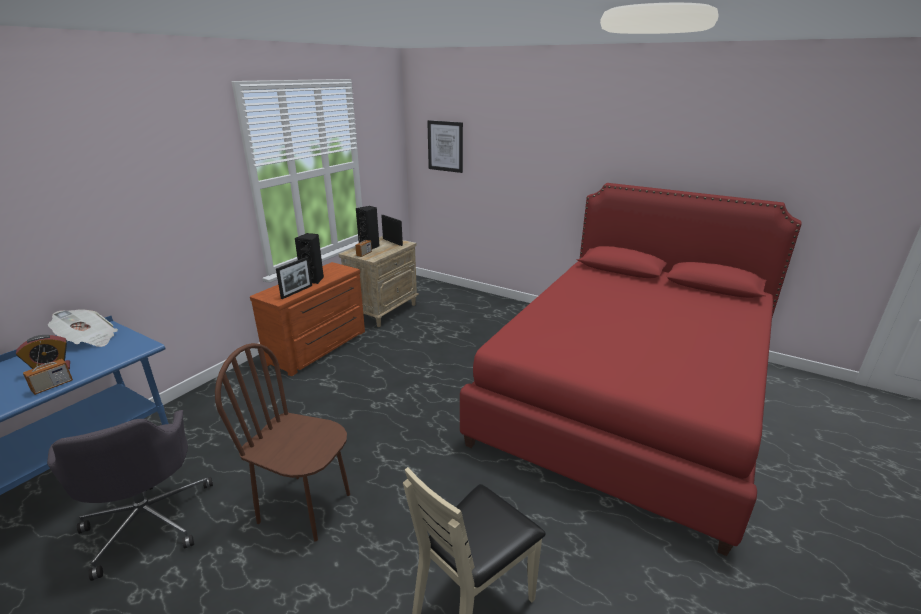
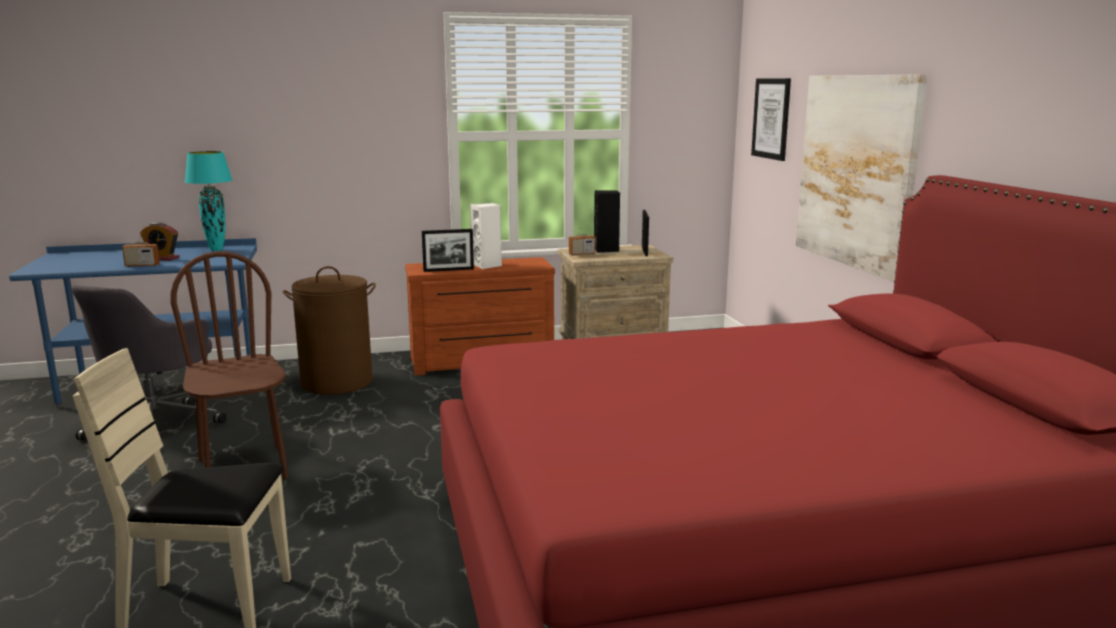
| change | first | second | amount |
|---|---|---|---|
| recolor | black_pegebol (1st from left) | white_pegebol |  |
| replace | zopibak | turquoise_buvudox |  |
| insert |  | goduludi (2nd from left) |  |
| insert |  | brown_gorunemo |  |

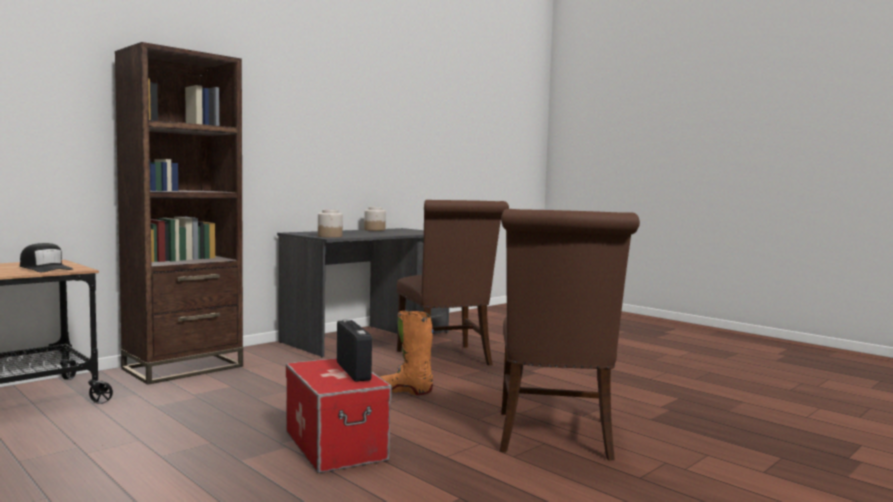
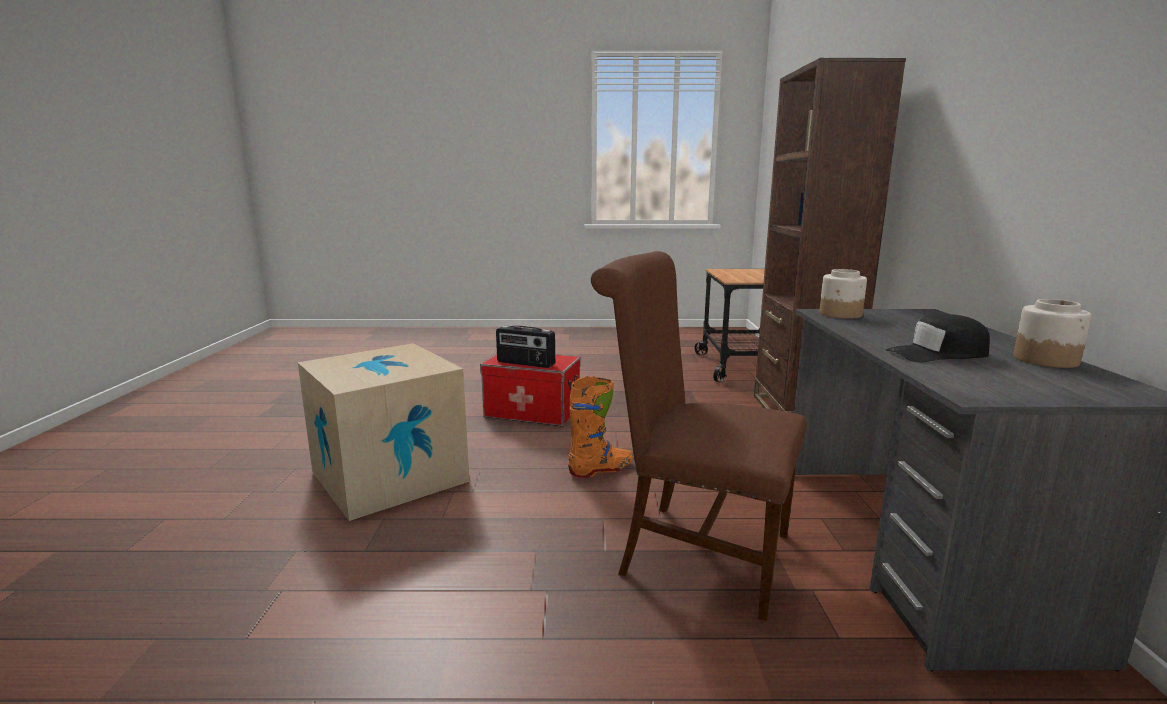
| change | first | second | amount |
|---|---|---|---|
| replace | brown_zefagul (2nd from left) | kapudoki |  |
| move | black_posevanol |  |  |

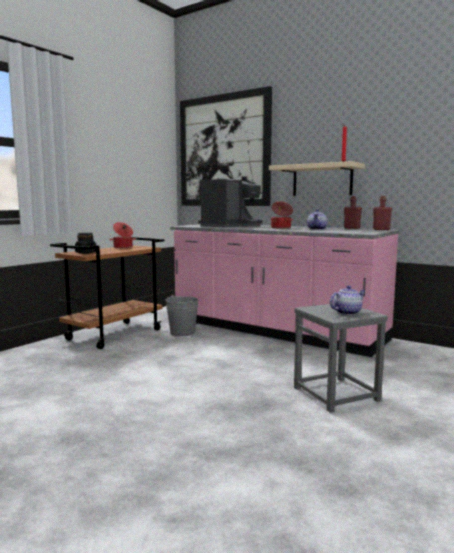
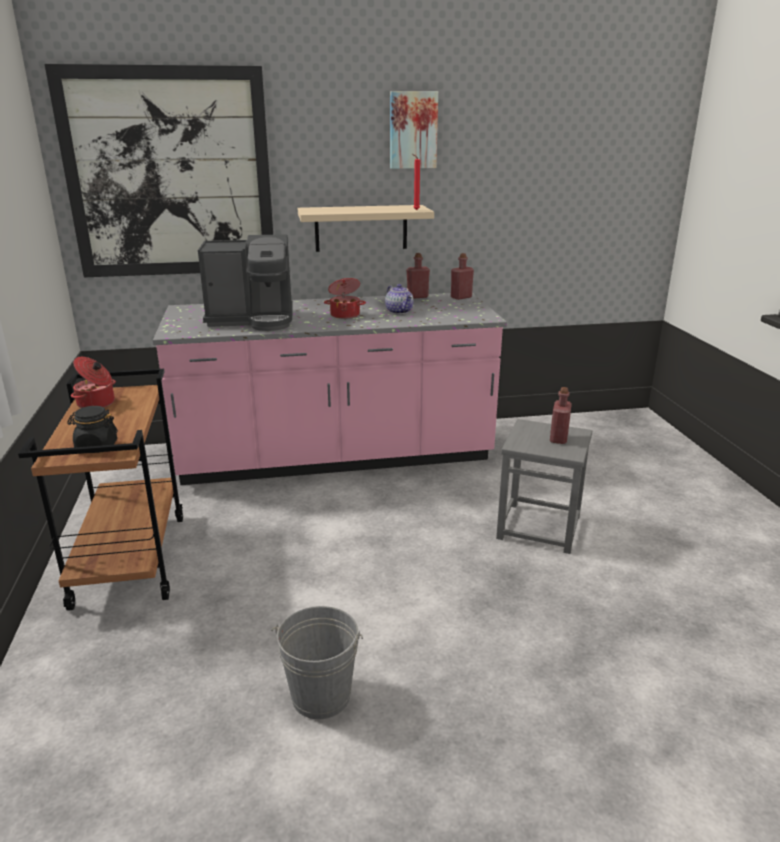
| change | first | second | amount |
|---|---|---|---|
| rotate | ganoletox |  | 90 degrees clockwise |
| replace | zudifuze (2nd from left) | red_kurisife (3rd from left) |  |
| move | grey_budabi |  |  |
| insert |  | goduludi (2nd from left) |  |

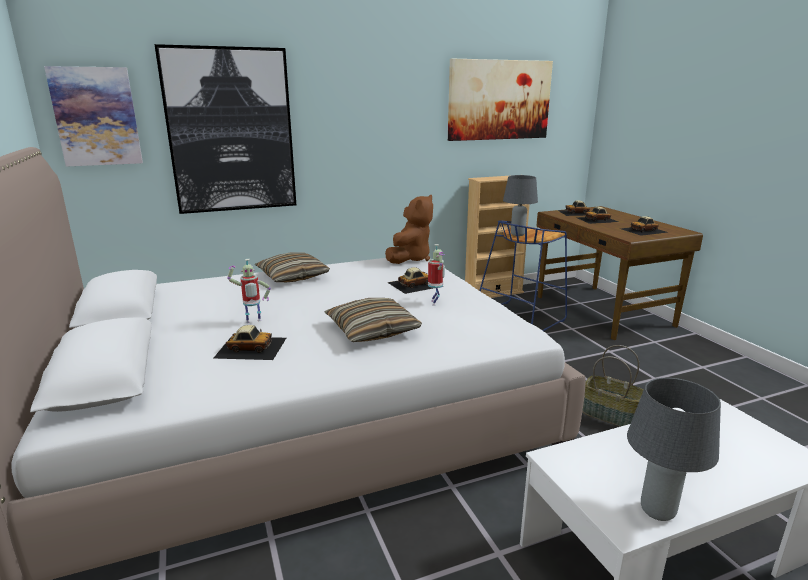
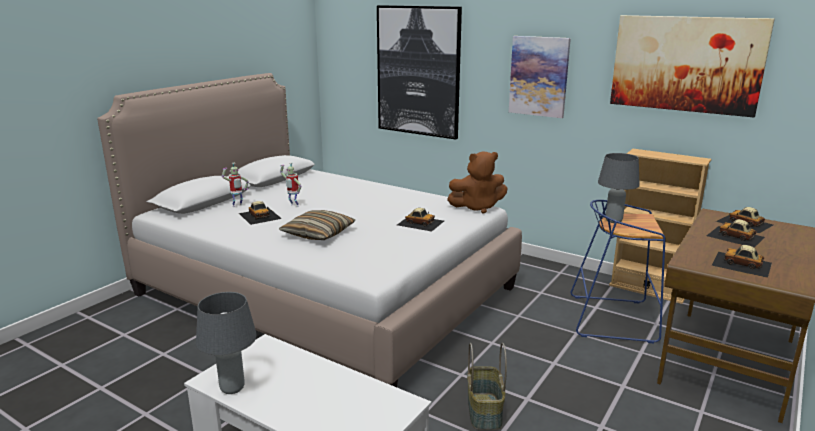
| change | first | second | amount |
|---|---|---|---|
| move | goduludi (1st from left in the first image) | goduludi (2nd from left) |  |
| move | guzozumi (2nd from left in the first image) | guzozumi (1st from left) |  |
| delete | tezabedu (1st from left) |  |  |

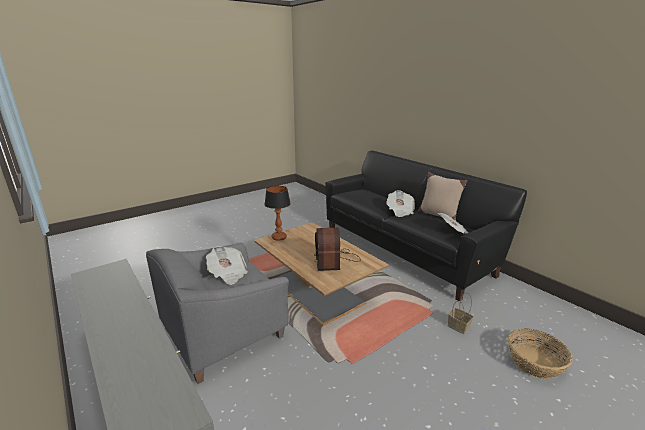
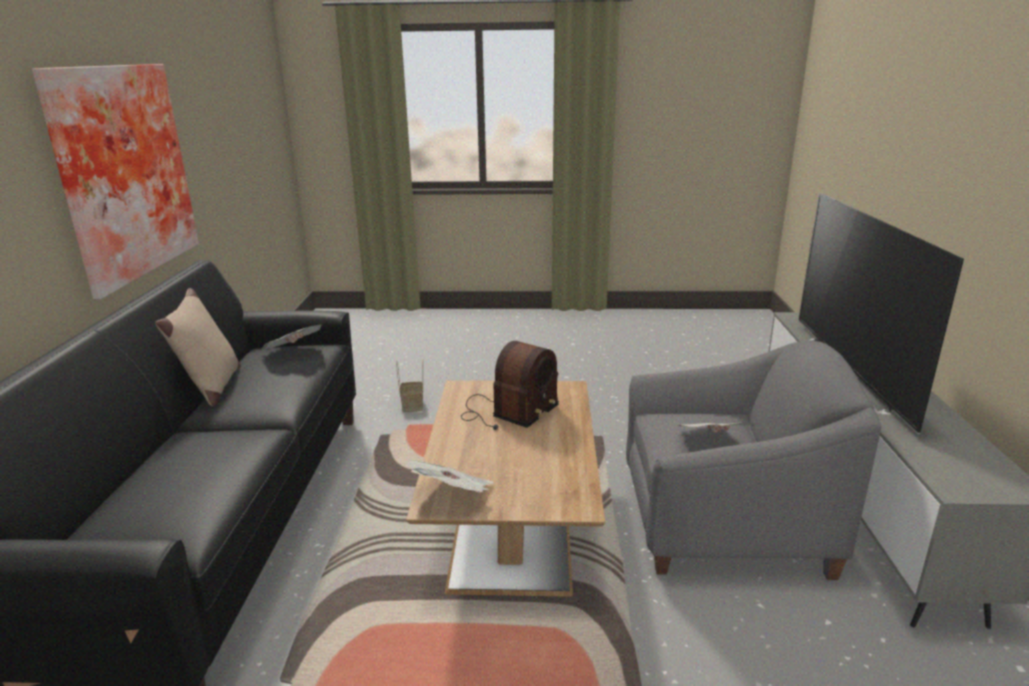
| change | first | second | amount |
|---|---|---|---|
| delete | buvudox |  |  |
| move | zopibak (2nd from left) |  |  |
| delete | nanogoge (2nd from left) |  |  |
| insert |  | goduludi |  |
| insert |  | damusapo |  |

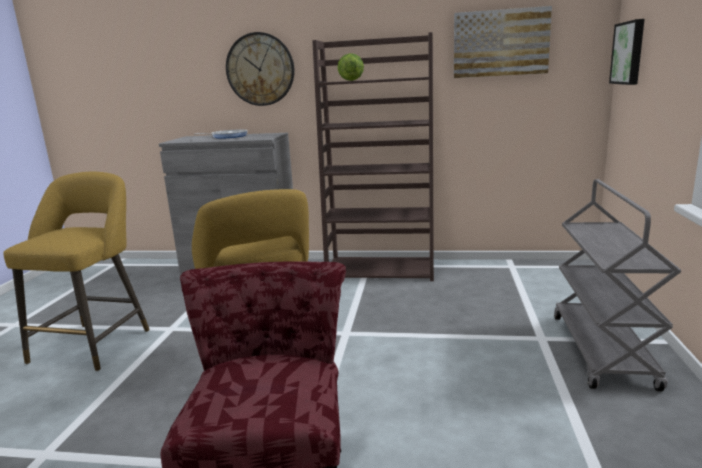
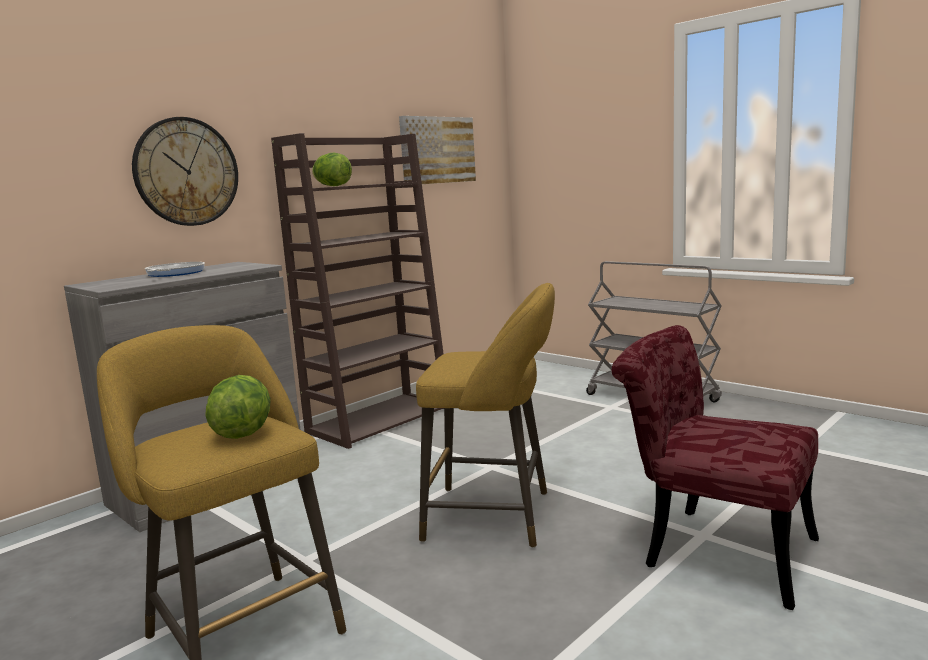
| change | first | second | amount |
|---|---|---|---|
| delete | goduludi (2nd from left) |  |  |
| insert |  | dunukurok (1st from left) |  |

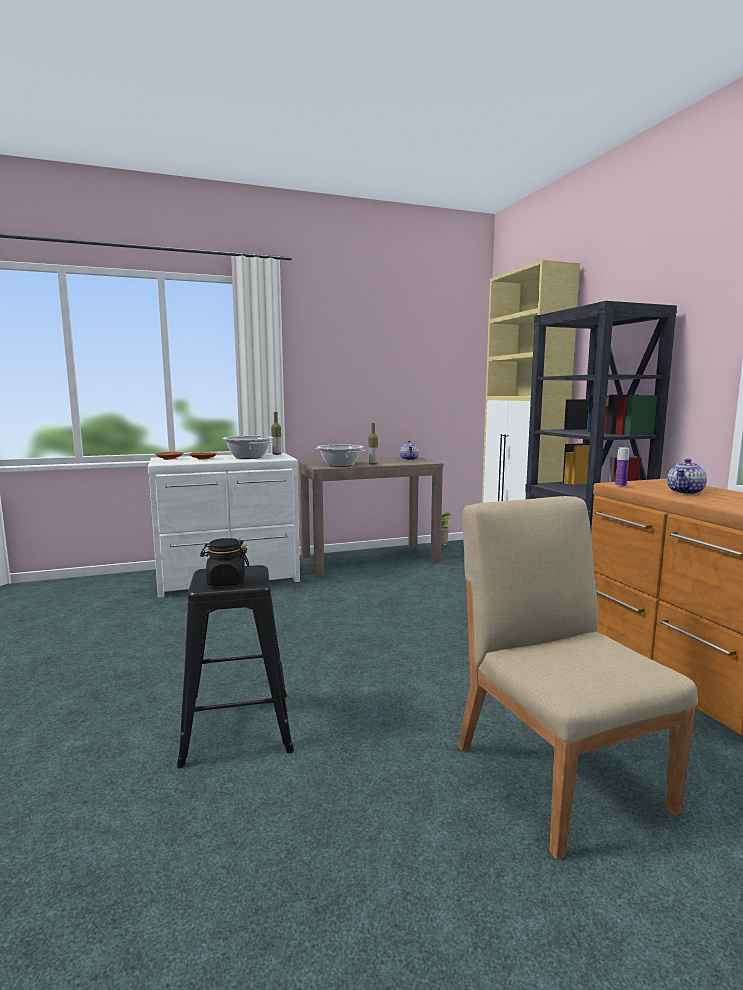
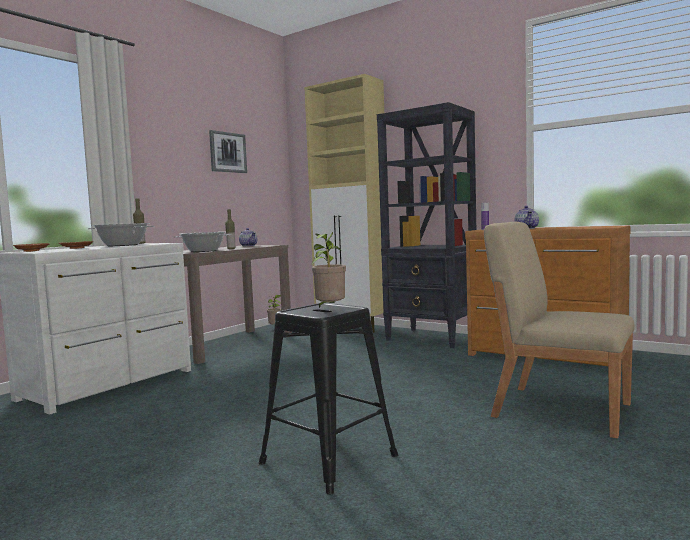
| change | first | second | amount |
|---|---|---|---|
| replace | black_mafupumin | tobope (2nd from left) |  |
| insert |  | goduludi |  |

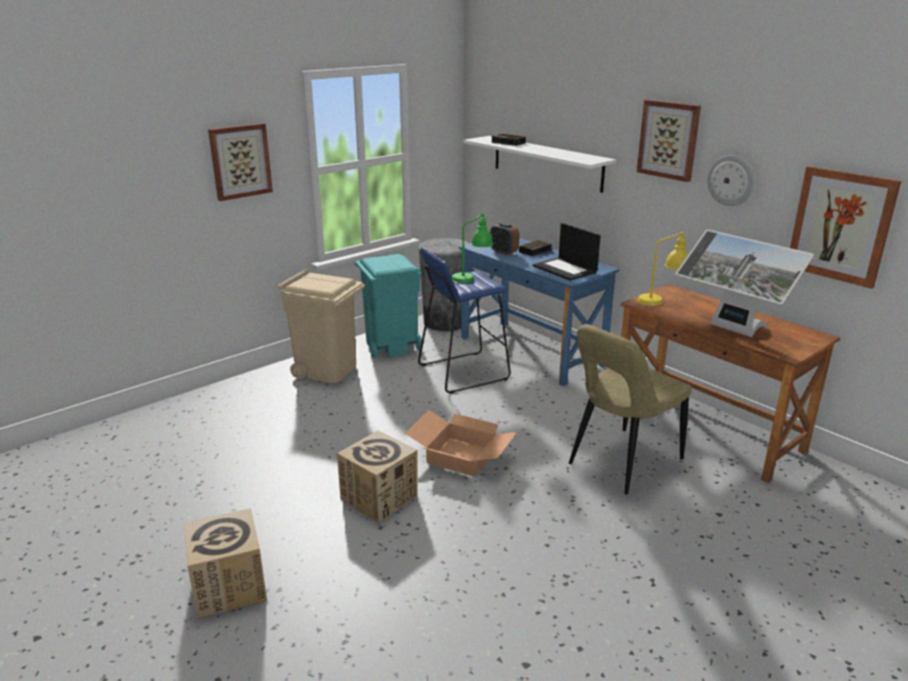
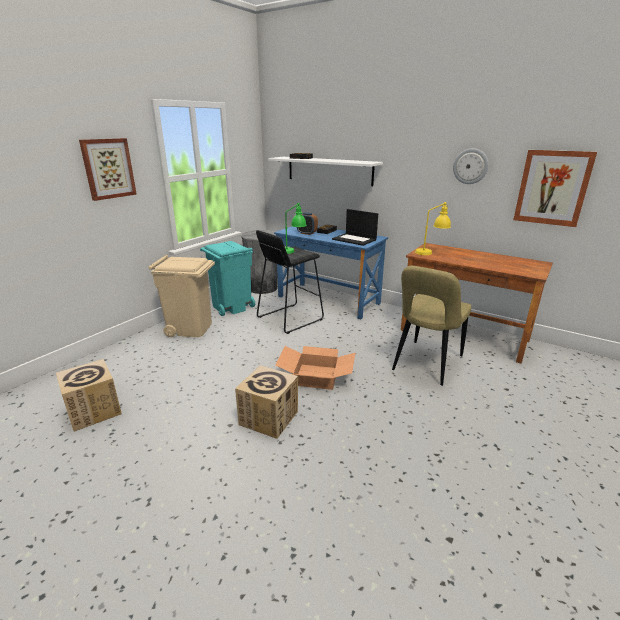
| change | first | second | amount |
|---|---|---|---|
| delete | goduludi (2nd from left) |  |  |
| delete | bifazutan |  |  |
| recolor | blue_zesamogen | black_zesamogen |  |
| move | kapudoki (1st from left) |  |  |

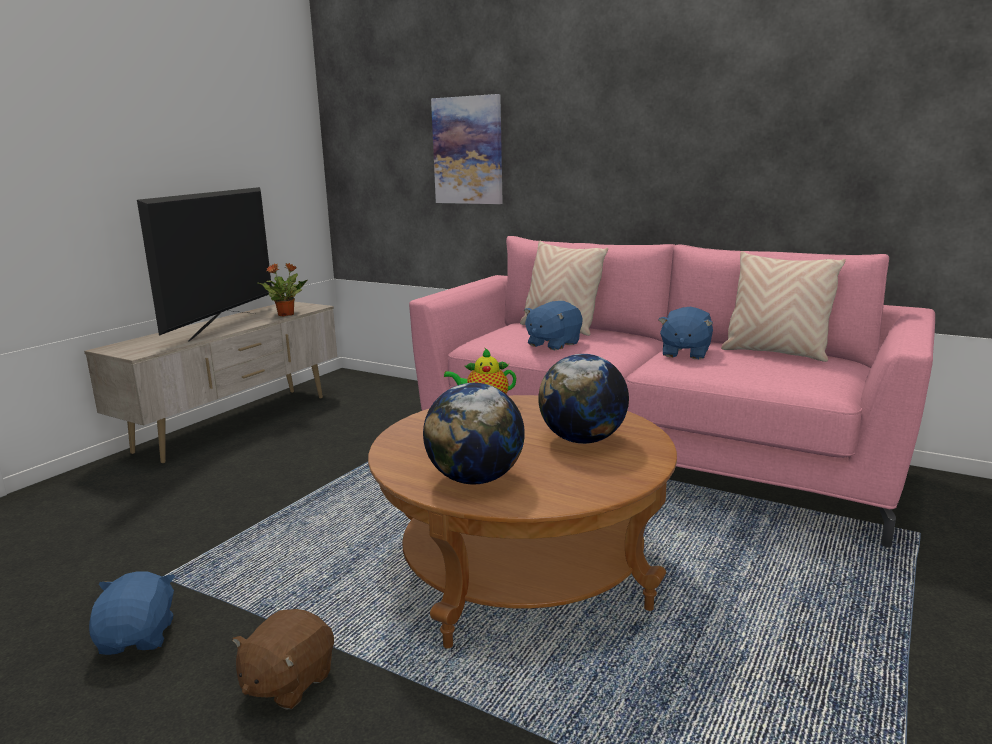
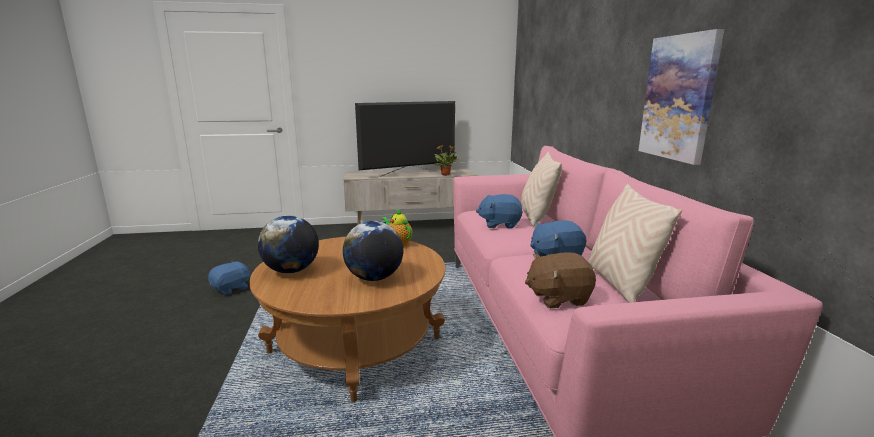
| change | first | second | amount |
|---|---|---|---|
| move | goduludi |  |  |
| move | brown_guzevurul |  |  |

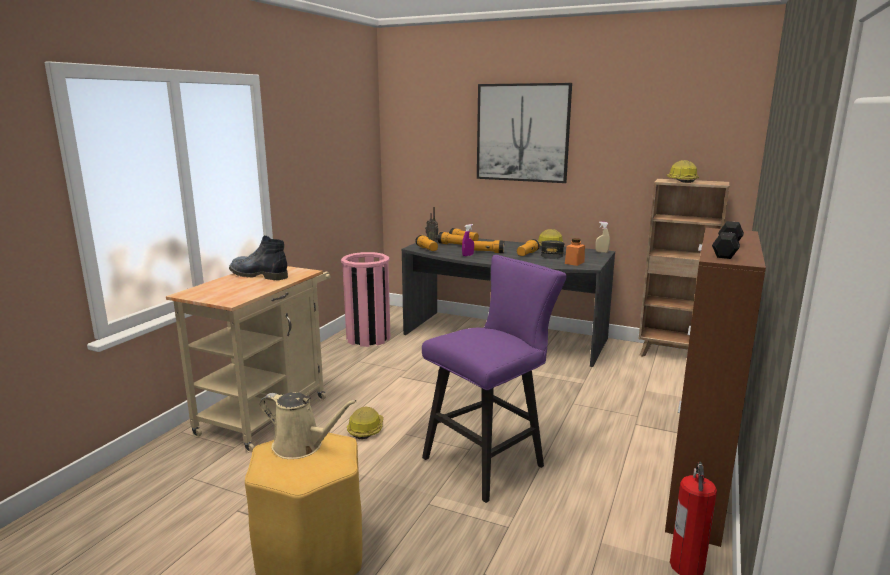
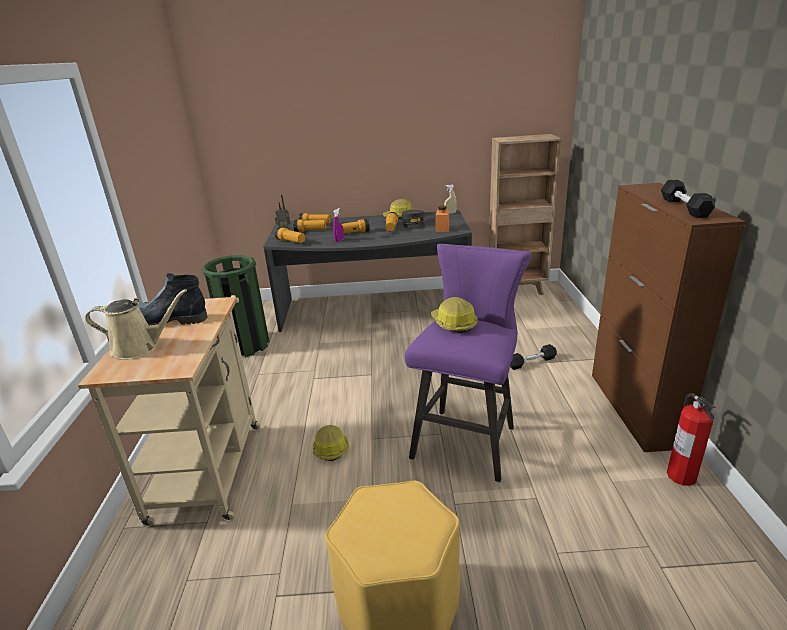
| change | first | second | amount |
|---|---|---|---|
| delete | goduludi |  |  |
| move | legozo (3rd from left) |  |  |
| recolor | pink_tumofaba | green_tumofaba |  |
| move | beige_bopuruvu |  |  |
| insert |  | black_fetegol (1st from left) |  |

